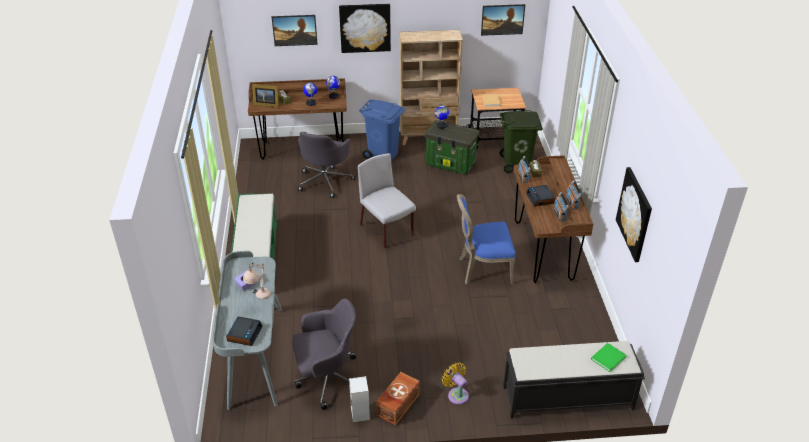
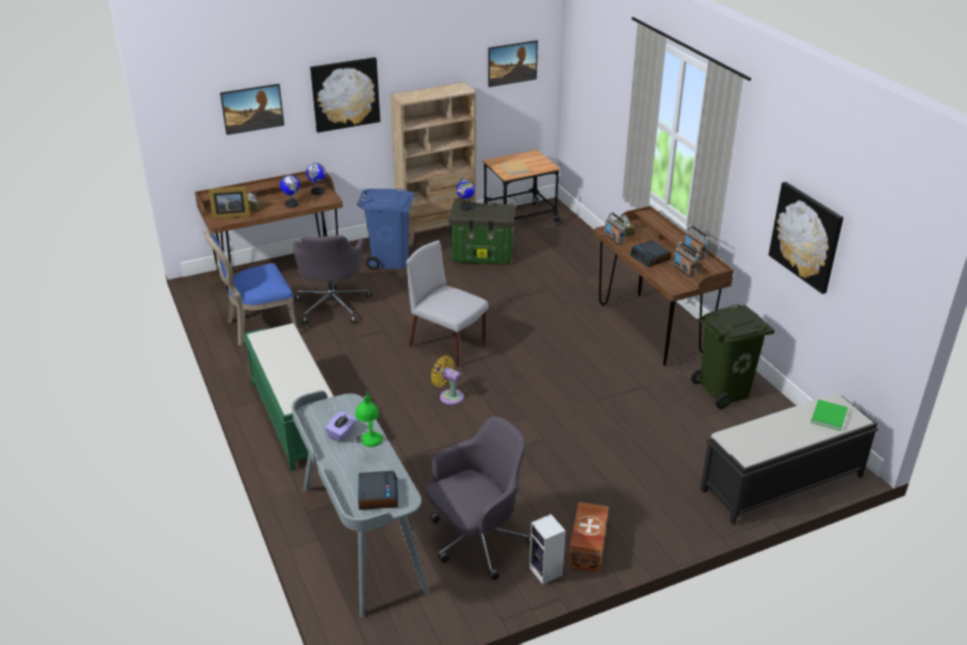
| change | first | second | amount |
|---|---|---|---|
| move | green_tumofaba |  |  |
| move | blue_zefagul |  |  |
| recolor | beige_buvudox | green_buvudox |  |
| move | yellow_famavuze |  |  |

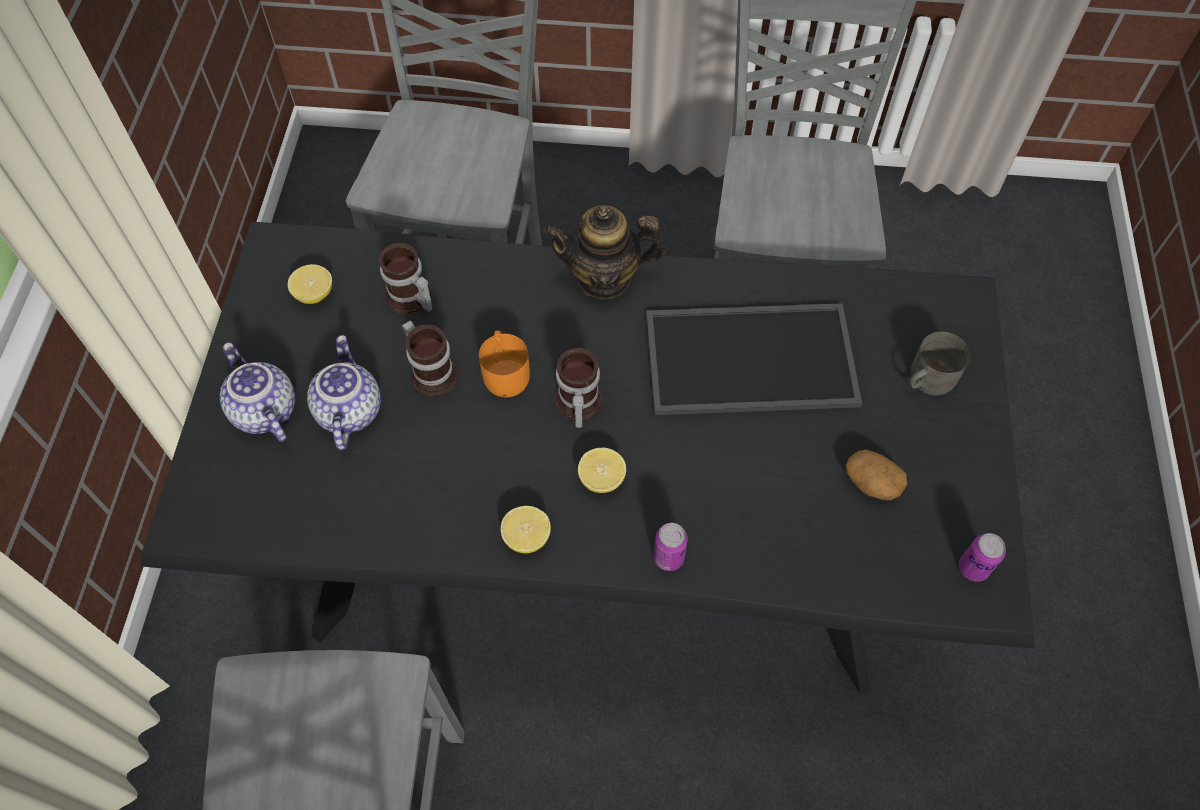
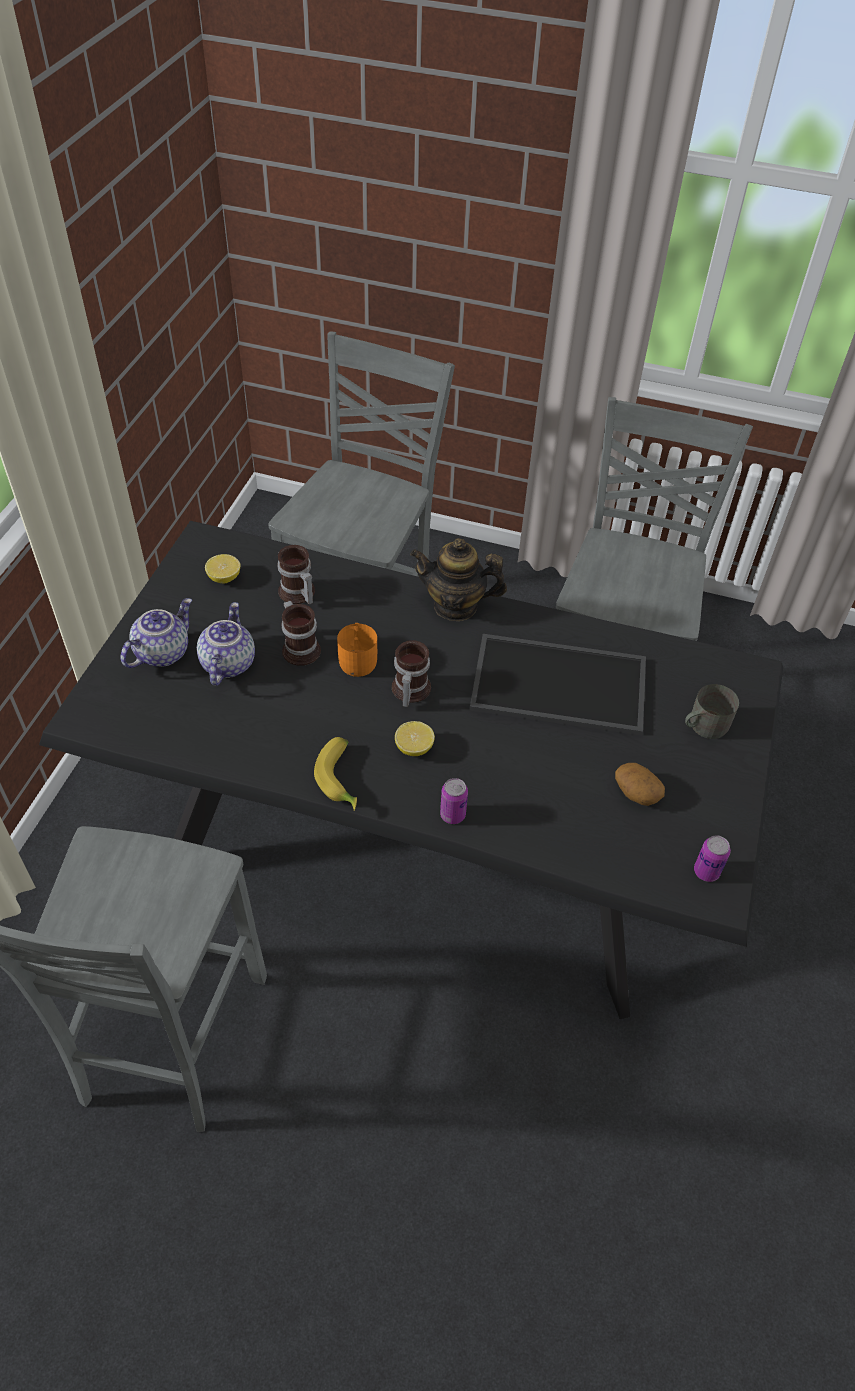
| change | first | second | amount |
|---|---|---|---|
| rotate | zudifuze (1st from left) |  | 60 degrees clockwise |
| replace | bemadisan (2nd from left) | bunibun |  |

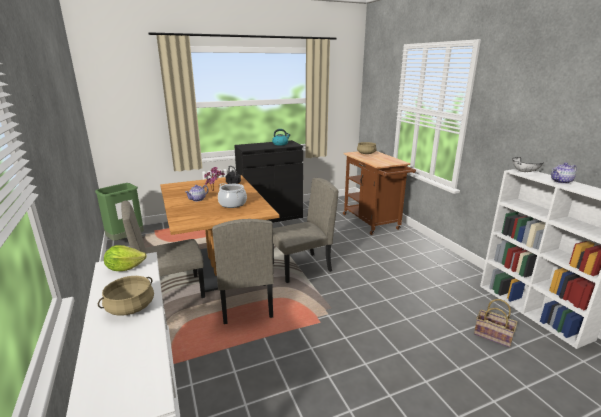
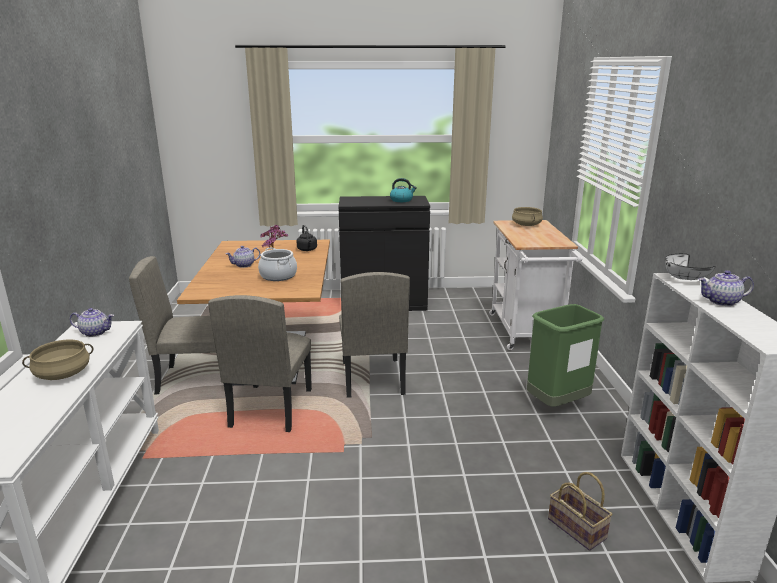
| change | first | second | amount |
|---|---|---|---|
| recolor | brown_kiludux | white_kiludux |  |
| rotate | beige_zefagul (3rd from left) |  | 90 degrees clockwise |
| move | green_tumofaba |  |  |
| replace | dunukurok | zudifuze (1st from left) |  |

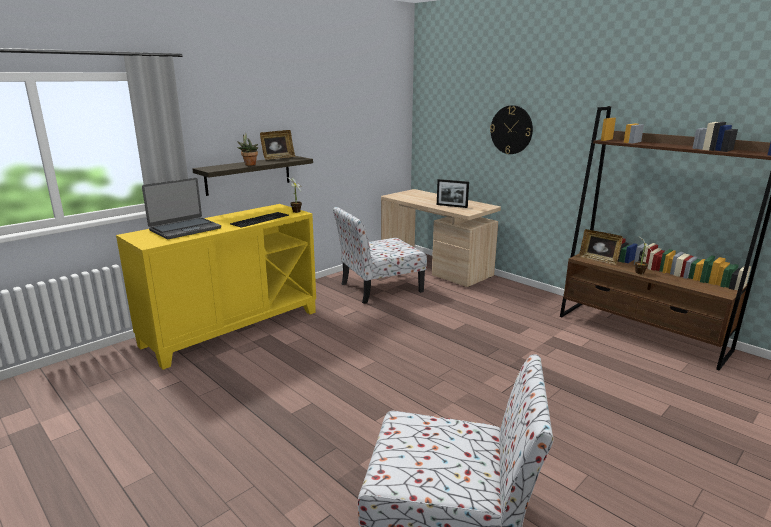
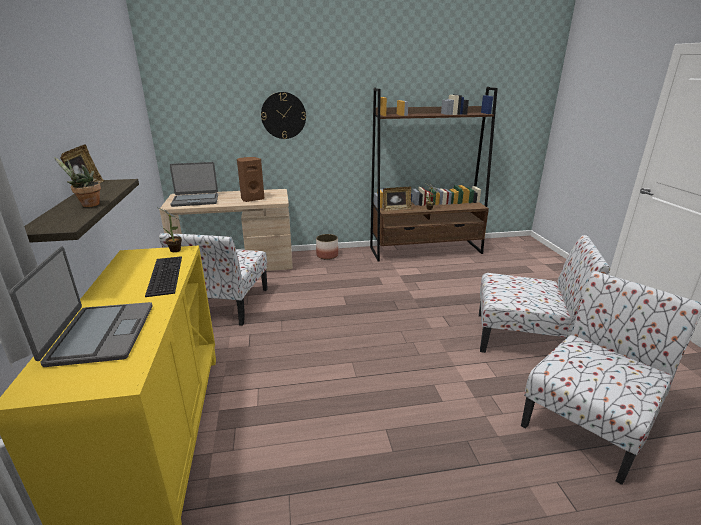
| change | first | second | amount |
|---|---|---|---|
| replace | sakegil (2nd from left) | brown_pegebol |  |
| insert |  | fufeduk (2nd from left) |  |
| insert |  | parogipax |  |
| insert |  | zefagul (2nd from left) |  |

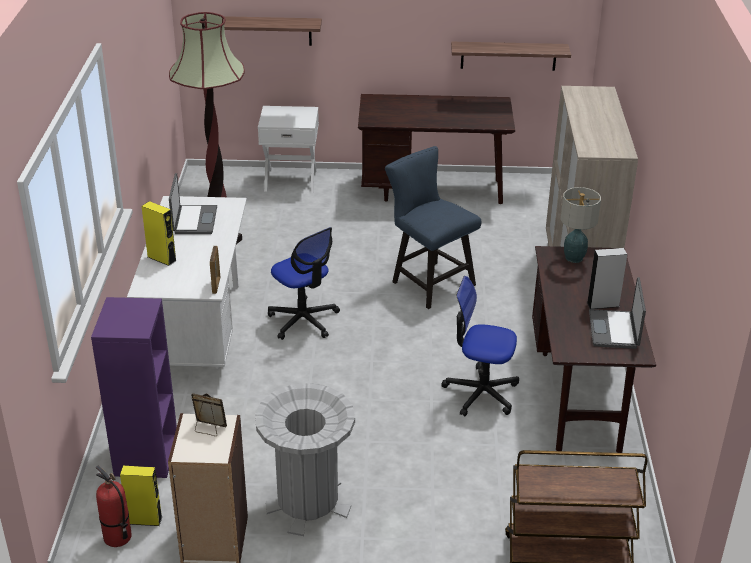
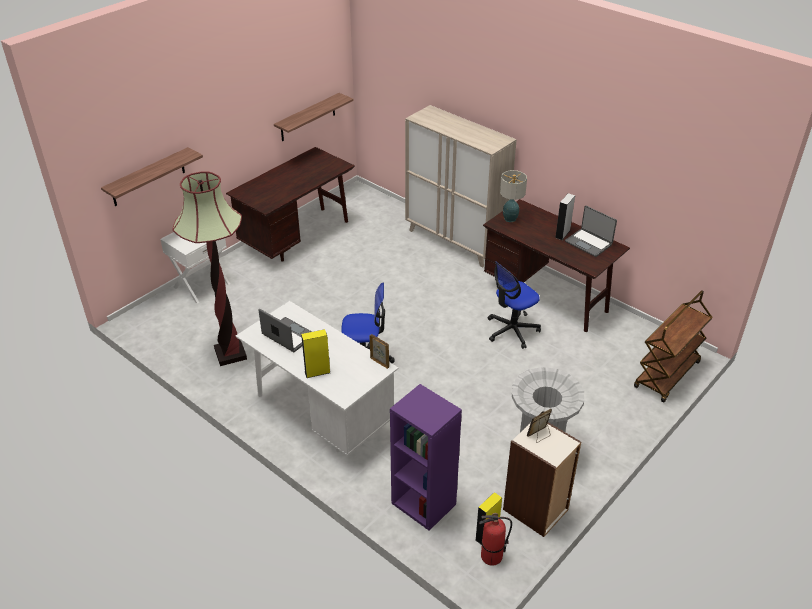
| change | first | second | amount |
|---|---|---|---|
| delete | blue_zefagul |  |  |

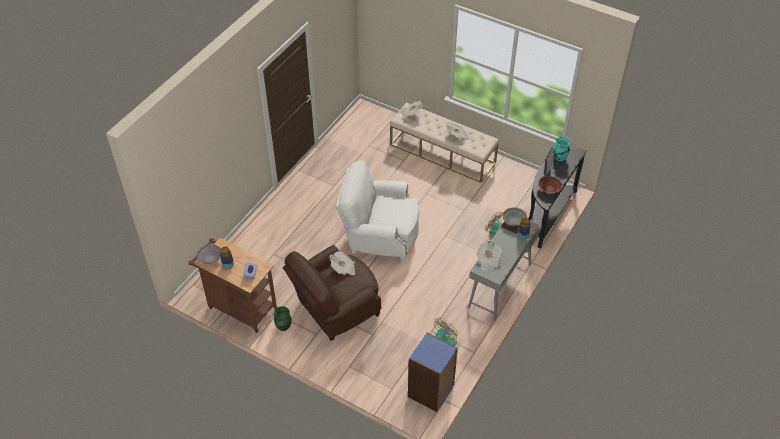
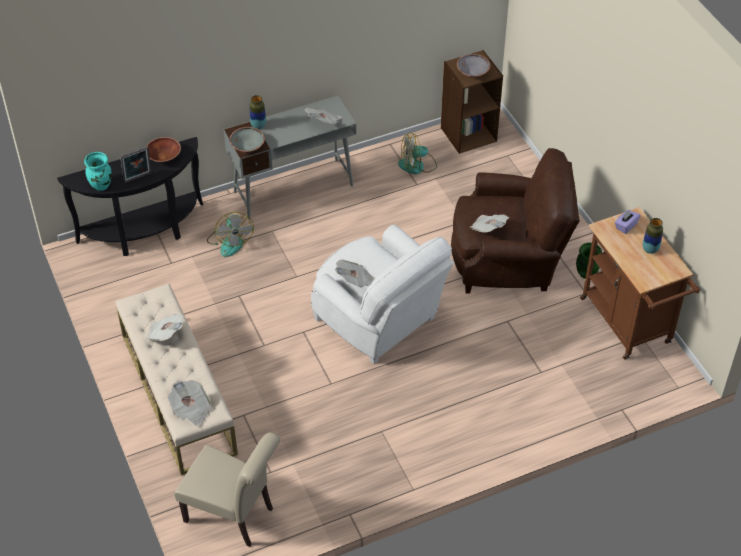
| change | first | second | amount |
|---|---|---|---|
| move | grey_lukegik (1st from left in the first image) | grey_lukegik (2nd from left) |  |
| recolor | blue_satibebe | brown_satibebe |  |
| insert |  | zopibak (4th from left) |  |
| insert |  | beige_zefagul |  |

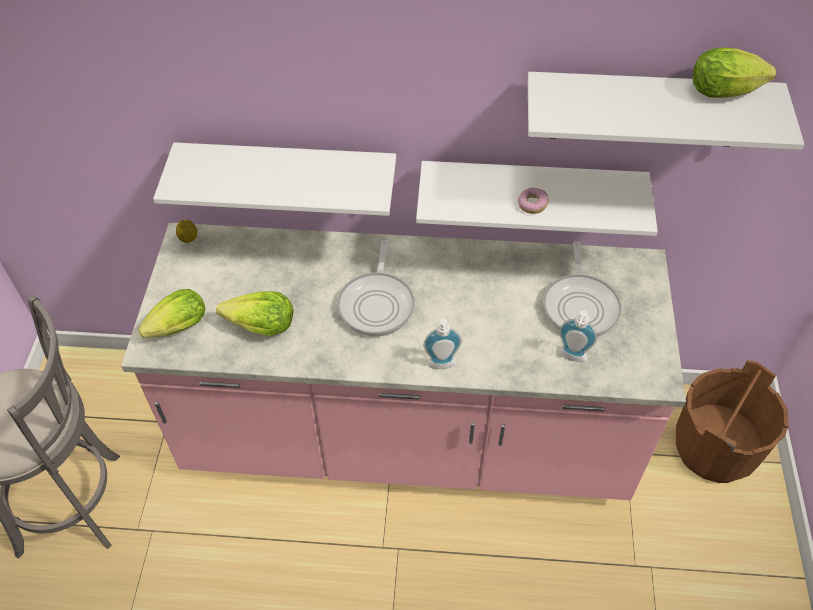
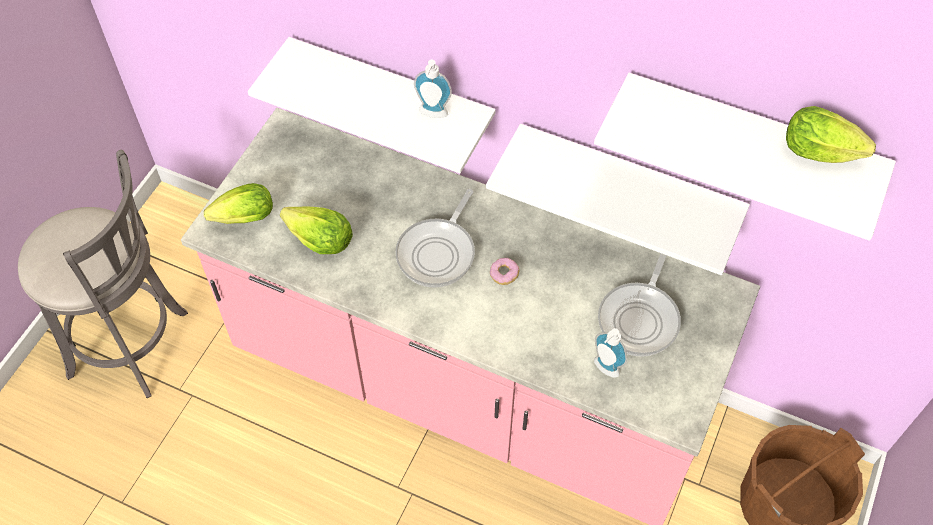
| change | first | second | amount |
|---|---|---|---|
| move | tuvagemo |  |  |
| delete | bemadisan |  |  |
| move | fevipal (1st from left) |  |  |

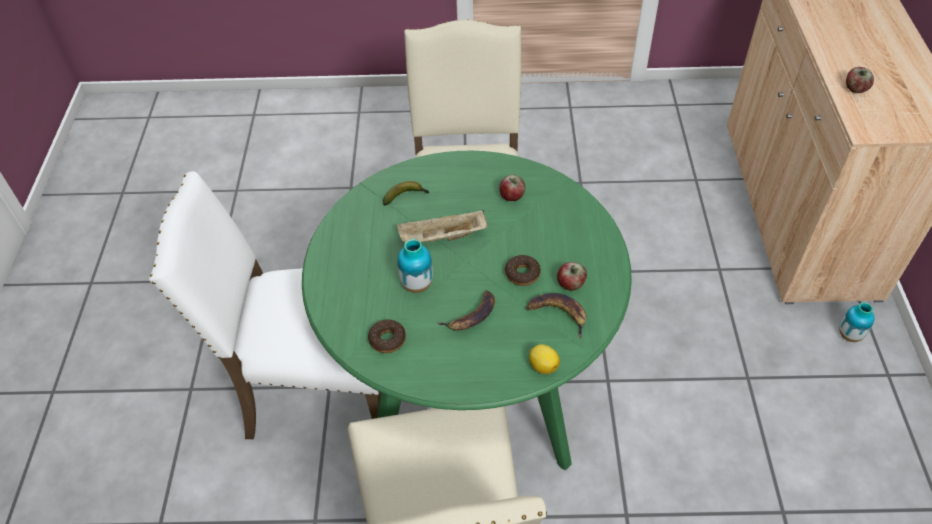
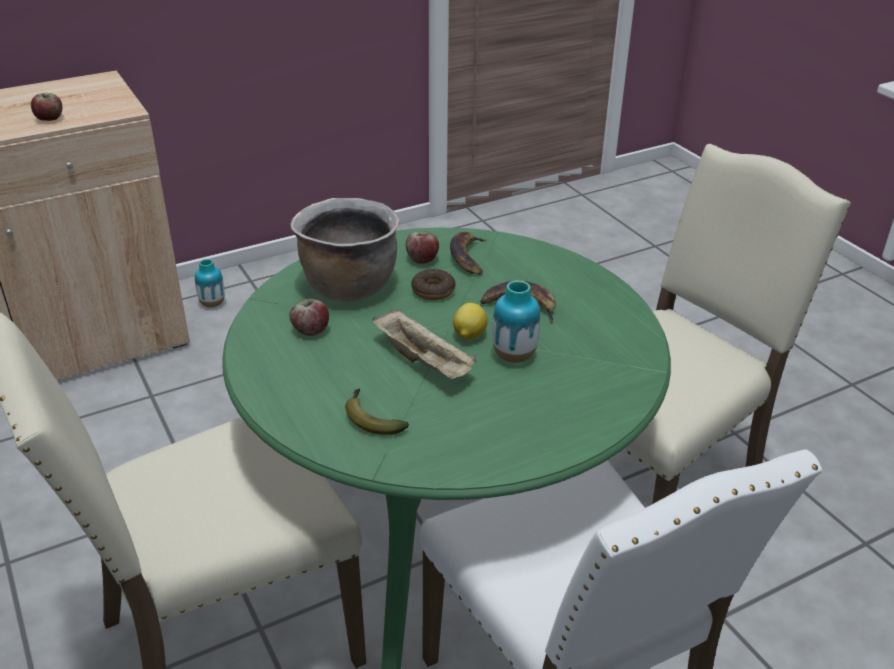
| change | first | second | amount |
|---|---|---|---|
| delete | tuvagemo (1st from left) |  |  |
| move | bemadisan |  |  |
| insert |  | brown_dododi |  |

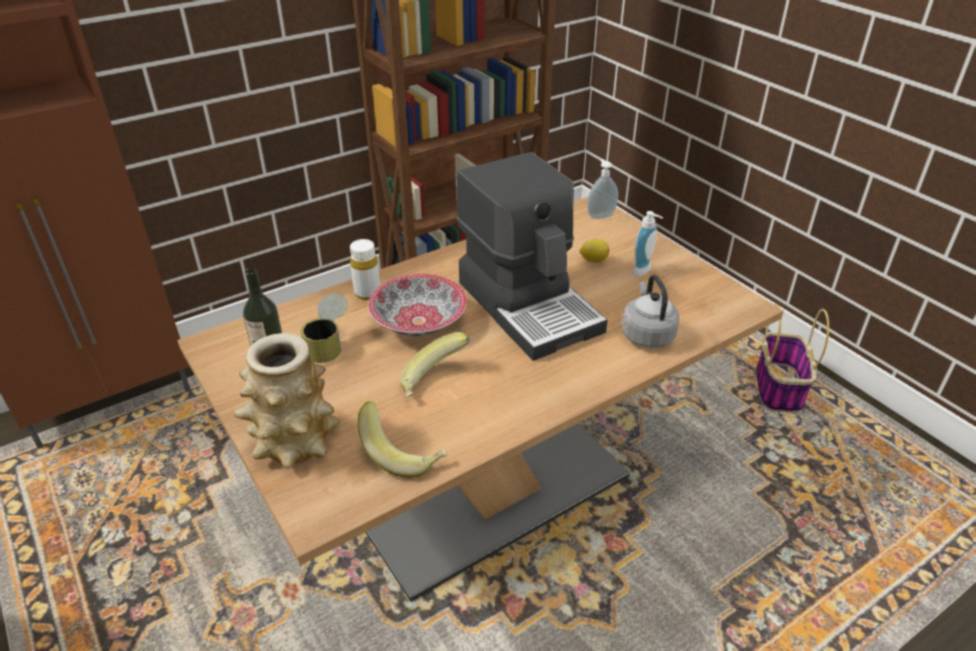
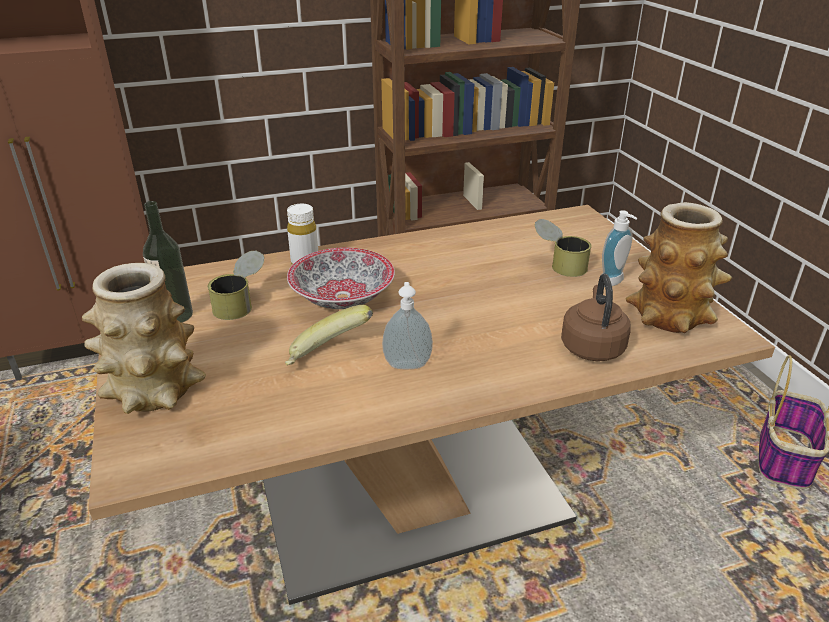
| change | first | second | amount |
|---|---|---|---|
| delete | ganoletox |  |  |
| move | fevipal (1st from left) |  |  |
| replace | bemadisan | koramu (2nd from left) |  |
| recolor | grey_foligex | brown_foligex |  |
| delete | bunibun (1st from left) |  |  |
| insert |  | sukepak (2nd from left) |  |

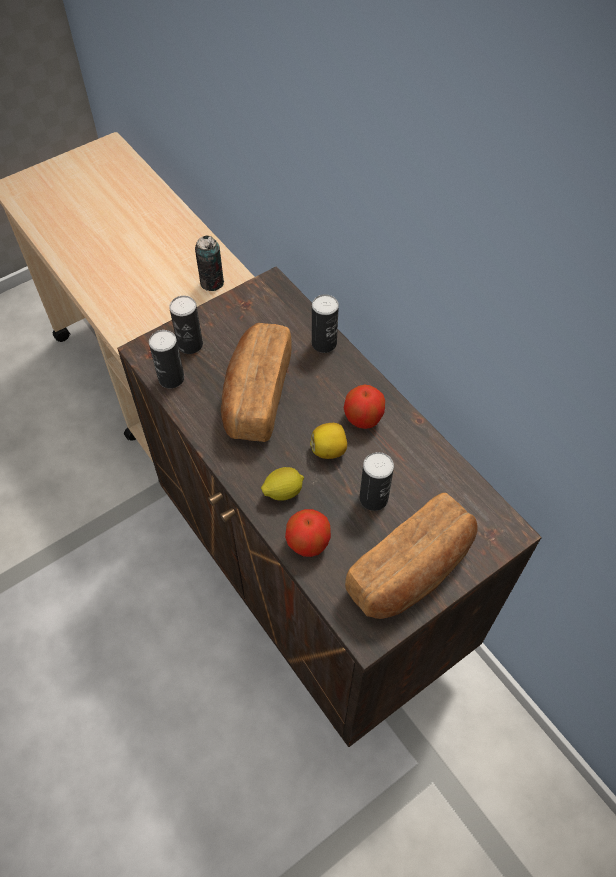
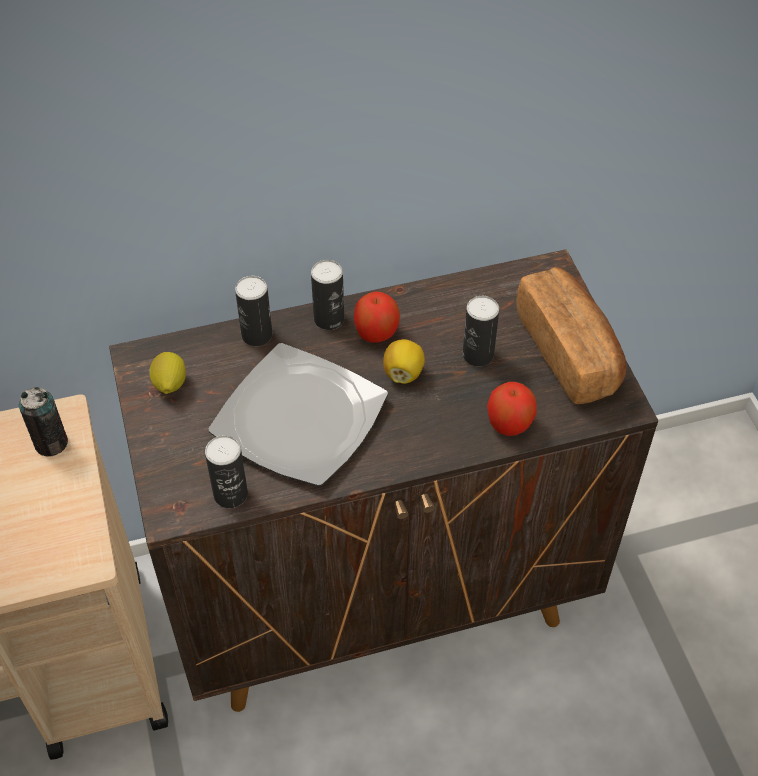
| change | first | second | amount |
|---|---|---|---|
| move | koramu (2nd from left in the first image) | koramu (4th from left) |  |
| replace | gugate (1st from left) | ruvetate |  |
| move | bemadisan (1st from left) |  |  |

